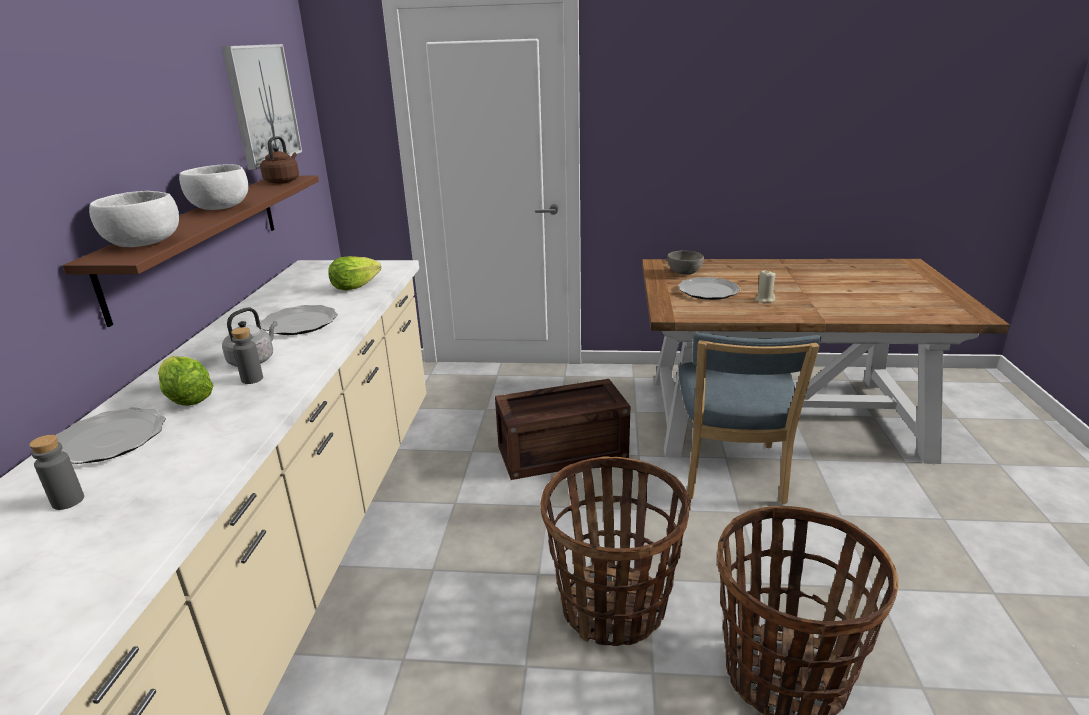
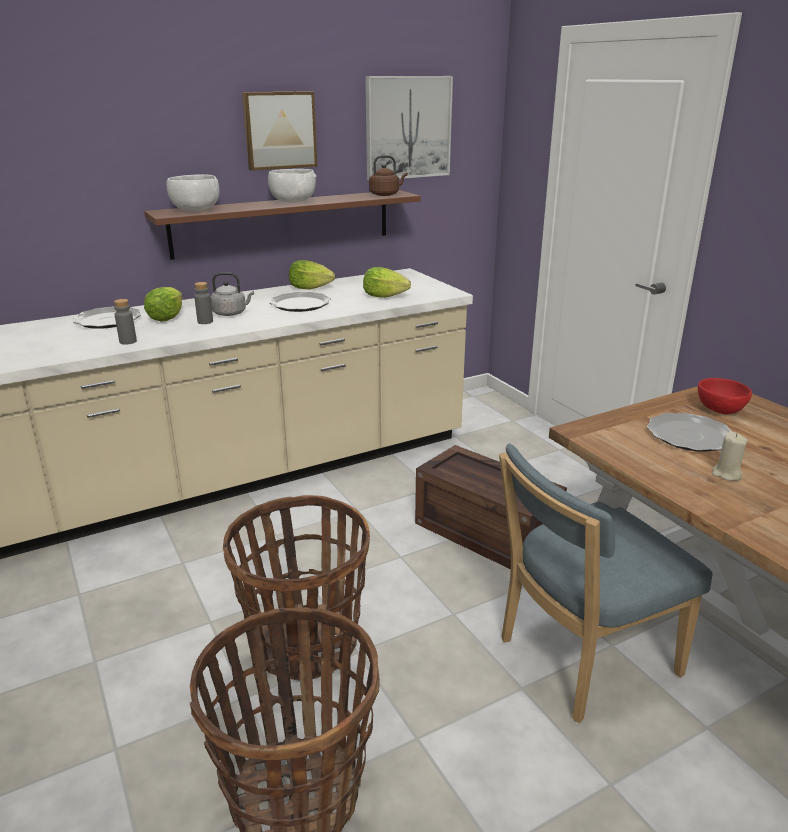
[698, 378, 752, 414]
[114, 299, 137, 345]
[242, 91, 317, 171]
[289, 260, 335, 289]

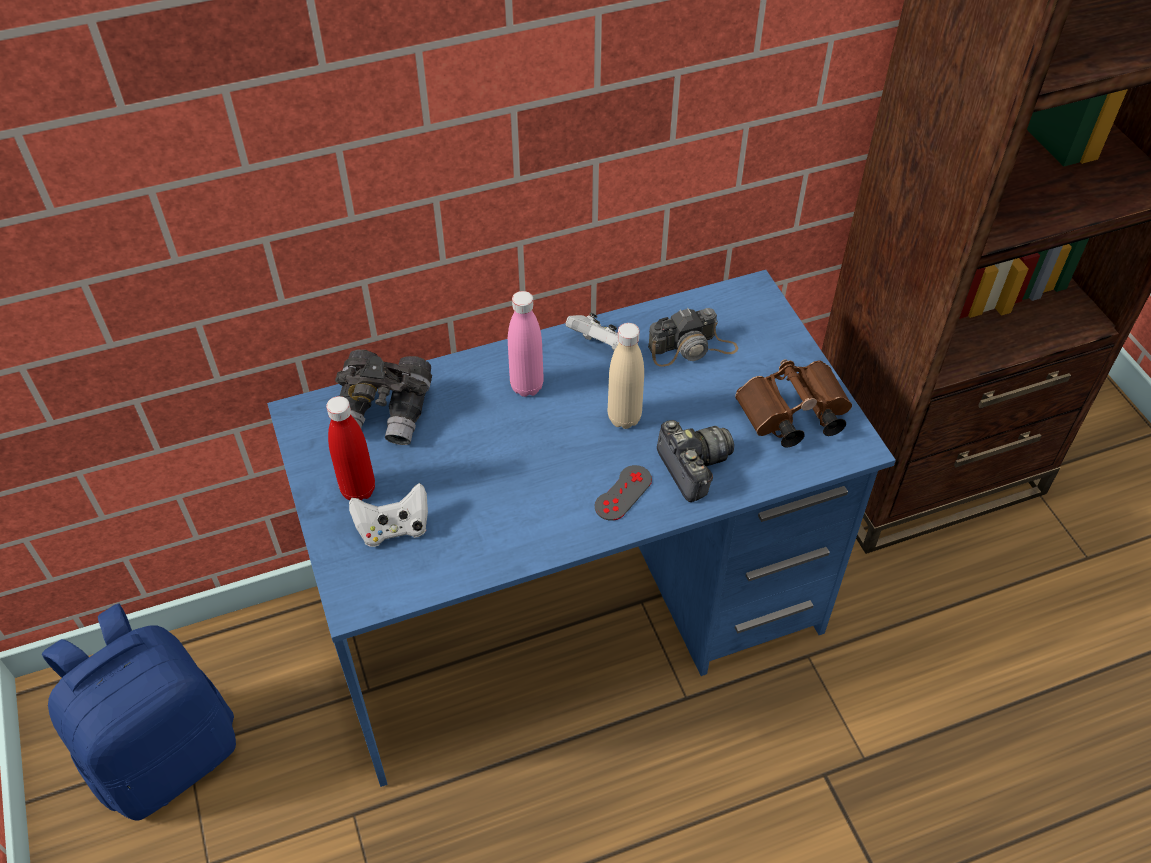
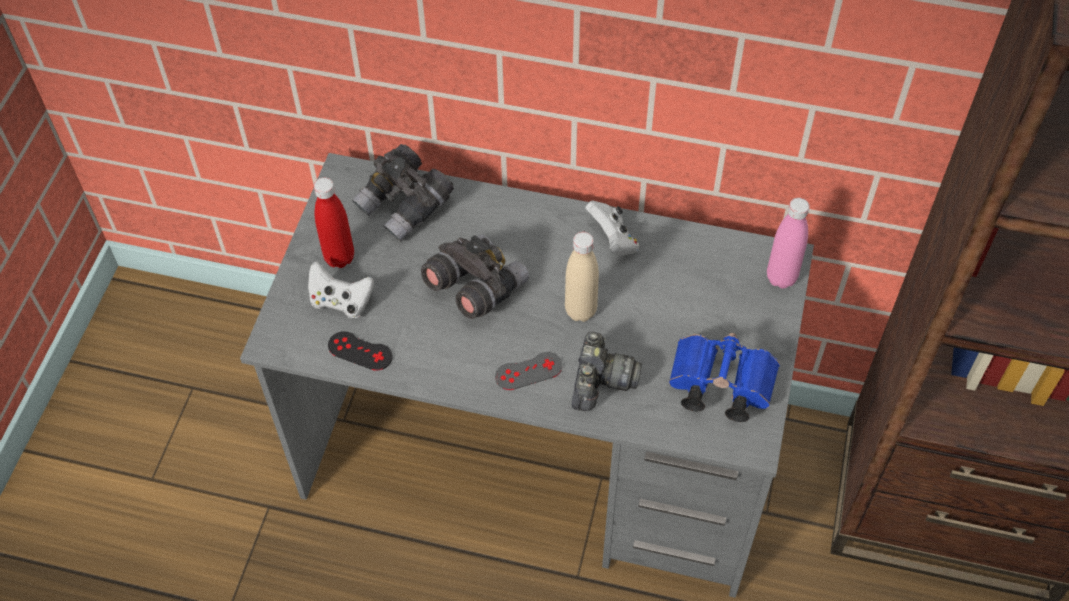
[240, 153, 814, 598]
[767, 198, 810, 288]
[648, 308, 739, 367] (first image)
[669, 333, 780, 422]
[42, 603, 236, 821] (first image)
[421, 235, 529, 319]
[328, 331, 393, 371]

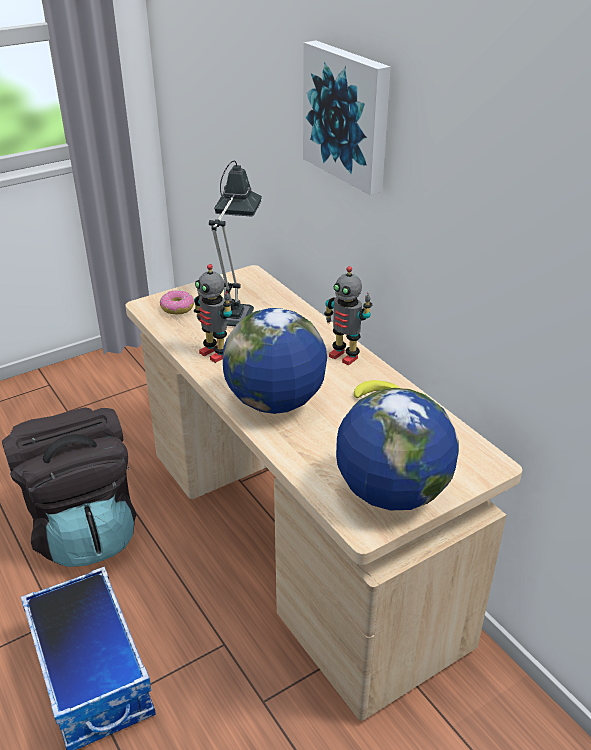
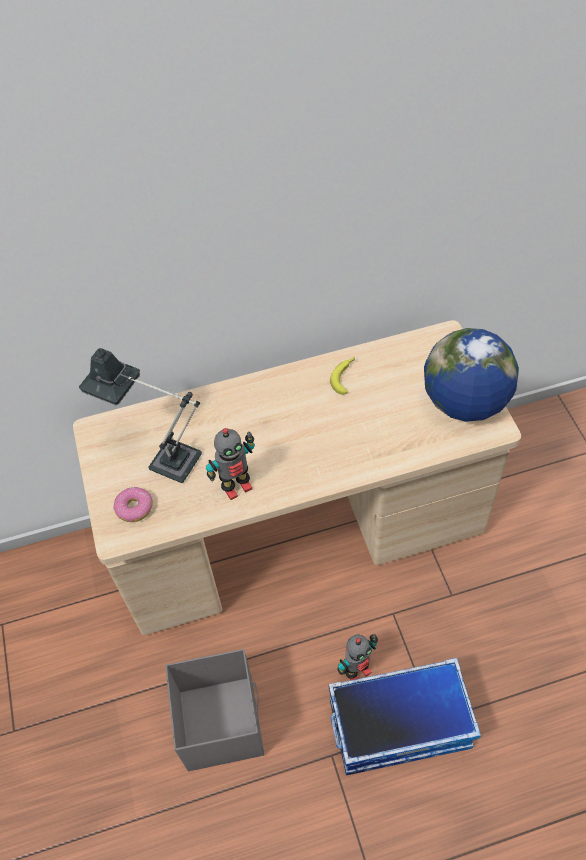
[303, 41, 390, 195] (first image)
[338, 634, 378, 680]
[223, 308, 327, 414] (first image)
[165, 649, 264, 771]

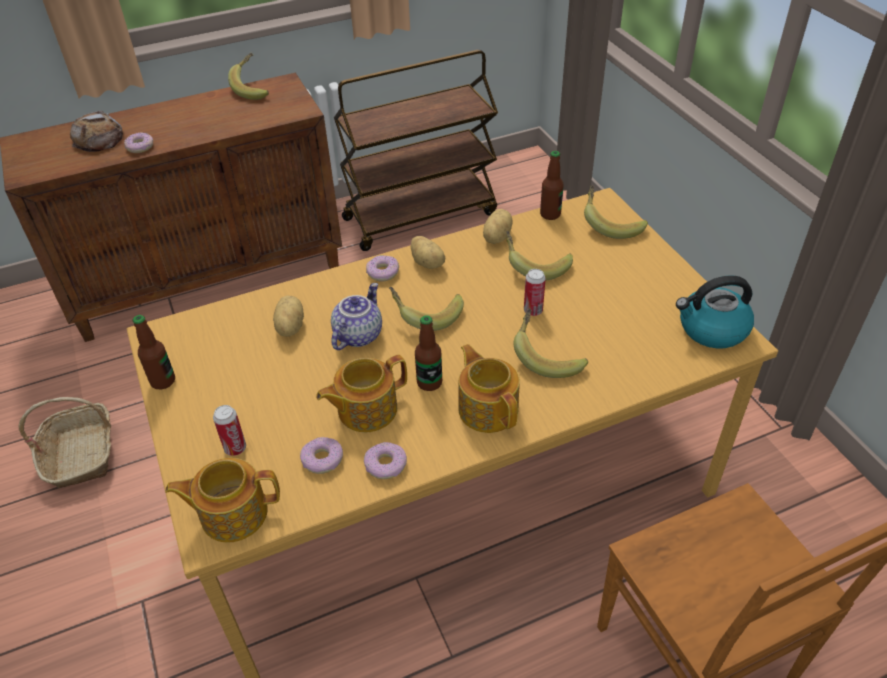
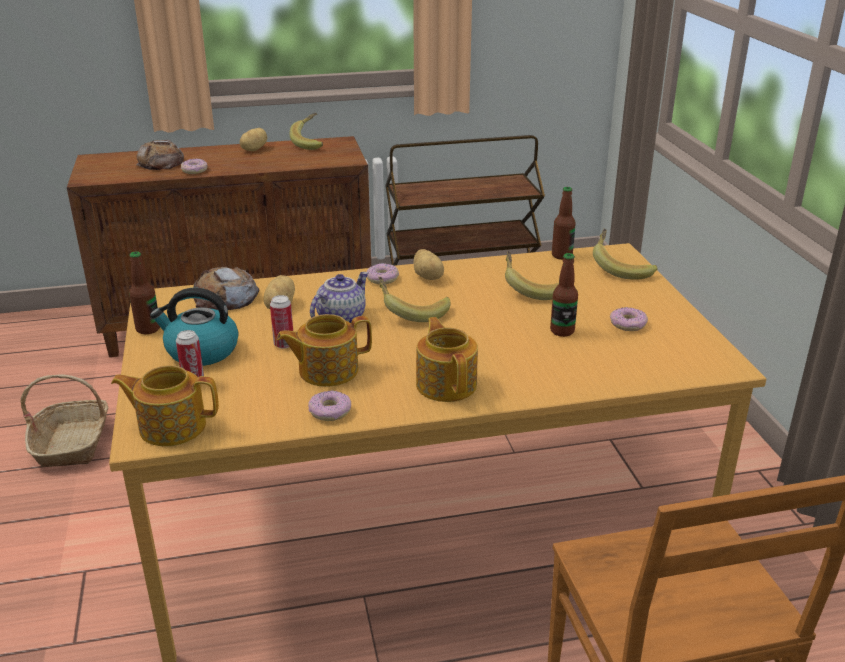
[240, 128, 267, 151]
[270, 295, 293, 349]
[150, 288, 239, 366]
[513, 308, 588, 378] (first image)
[550, 253, 578, 337]
[610, 307, 648, 331]
[193, 267, 259, 310]

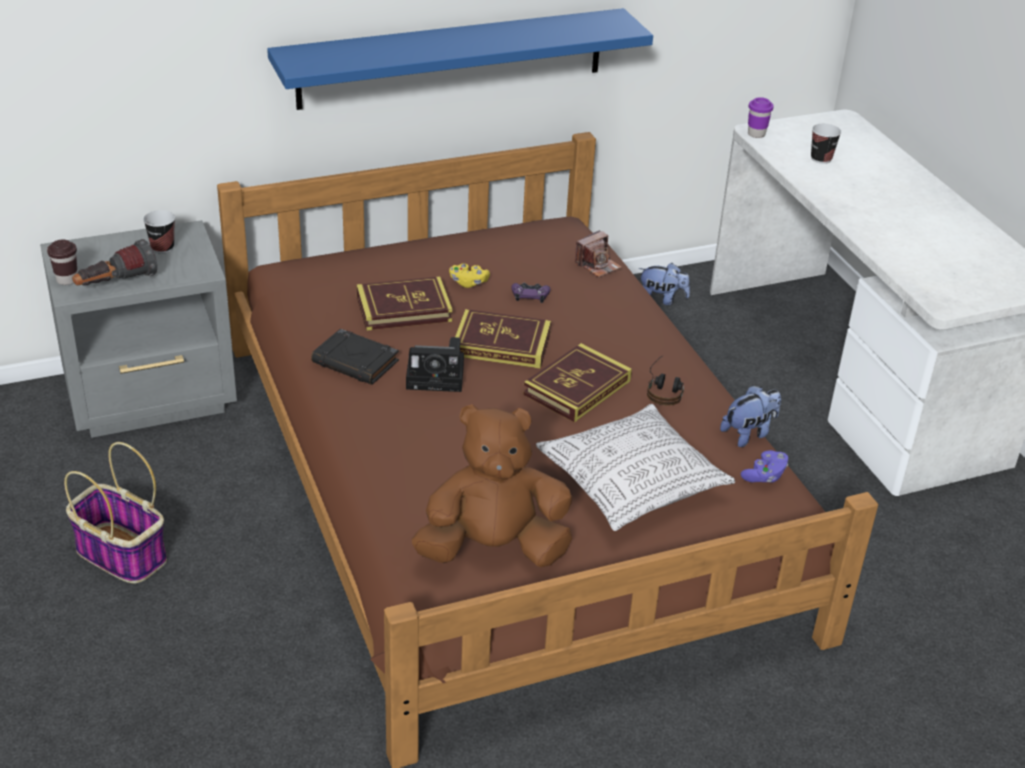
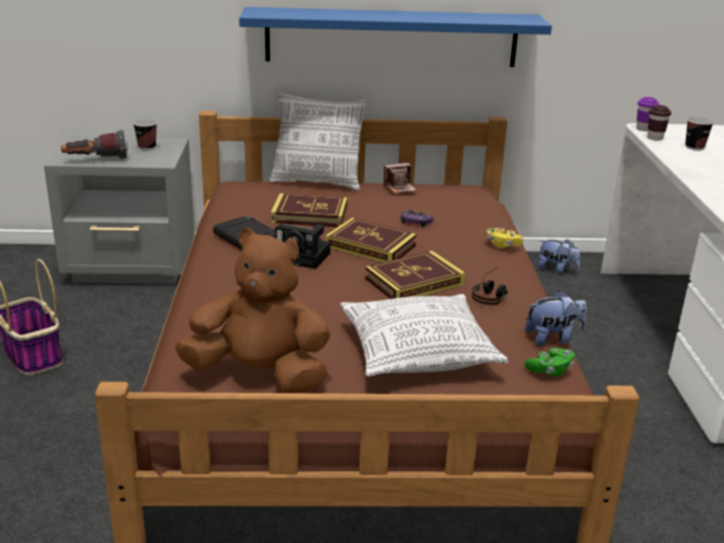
[383, 162, 417, 193]
[647, 105, 671, 140]
[487, 228, 523, 248]
[524, 348, 575, 377]
[270, 91, 367, 191]

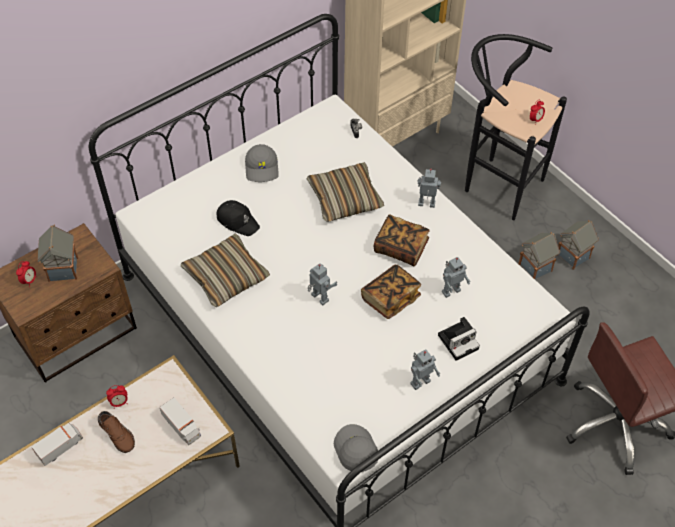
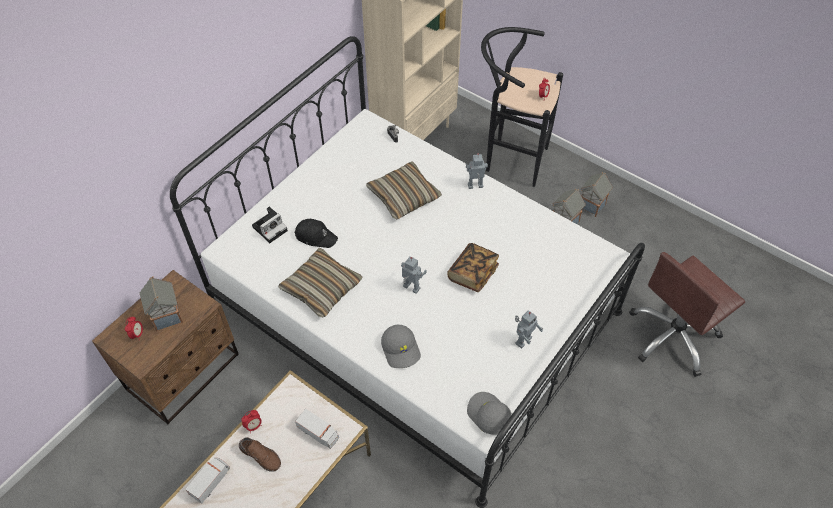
[381, 325, 421, 368]
[374, 215, 430, 266] (first image)
[442, 257, 471, 298] (first image)
[252, 207, 288, 243]

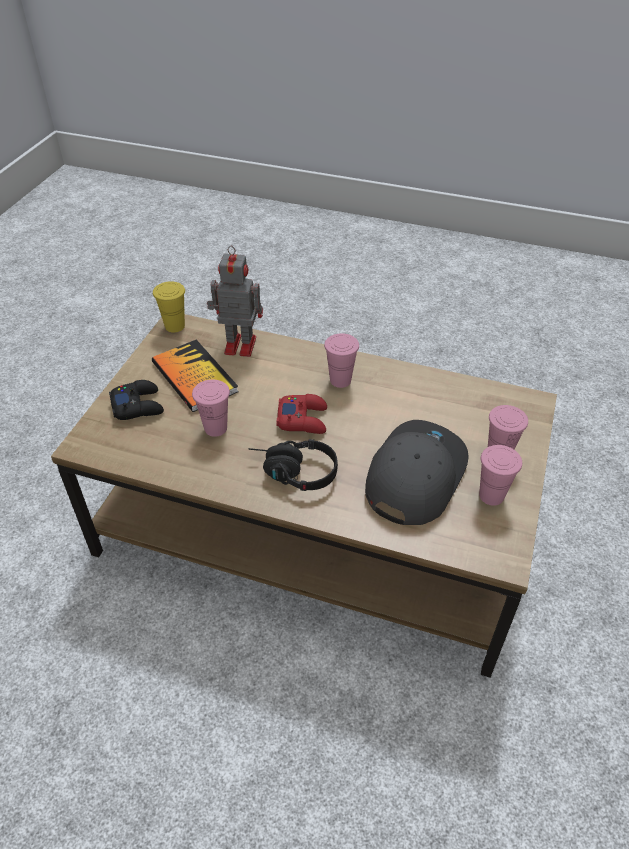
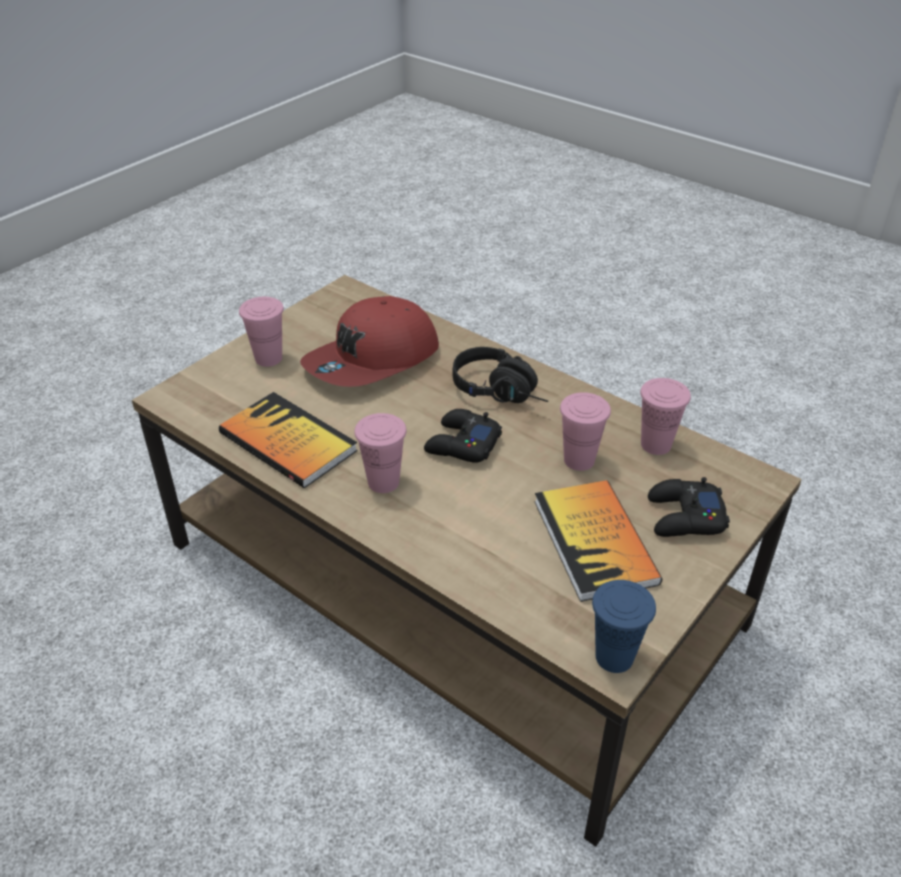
[207, 246, 263, 357] (first image)
[592, 580, 656, 673]
[424, 409, 502, 463]
[300, 296, 439, 387]
[640, 378, 691, 455]
[219, 392, 358, 488]

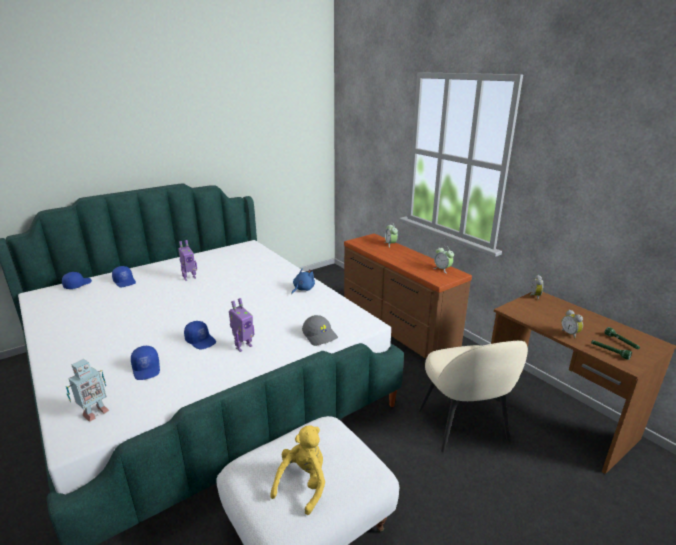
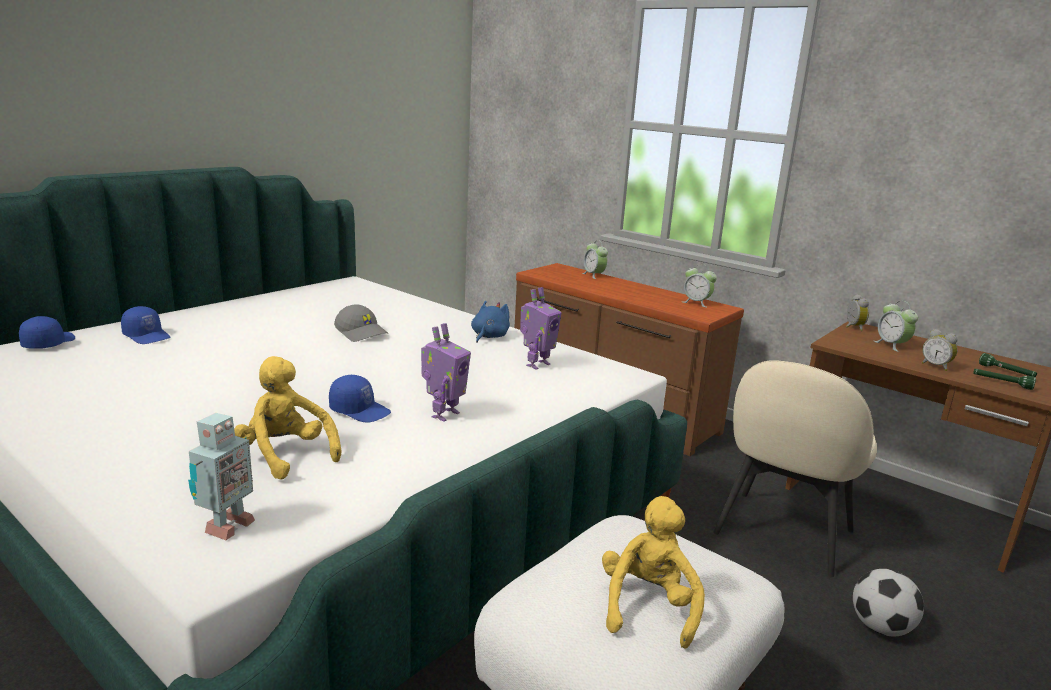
[520, 287, 561, 370]
[334, 304, 388, 342]
[713, 360, 877, 577]
[234, 356, 341, 480]
[874, 301, 918, 352]
[853, 569, 924, 636]

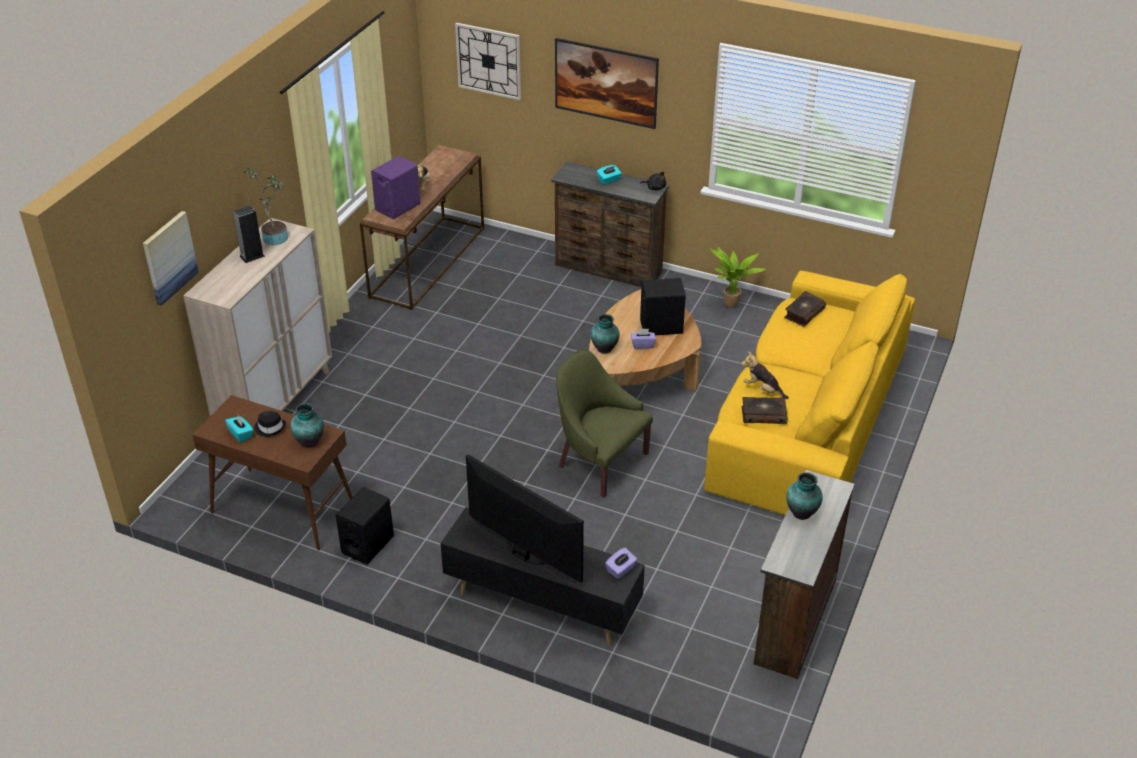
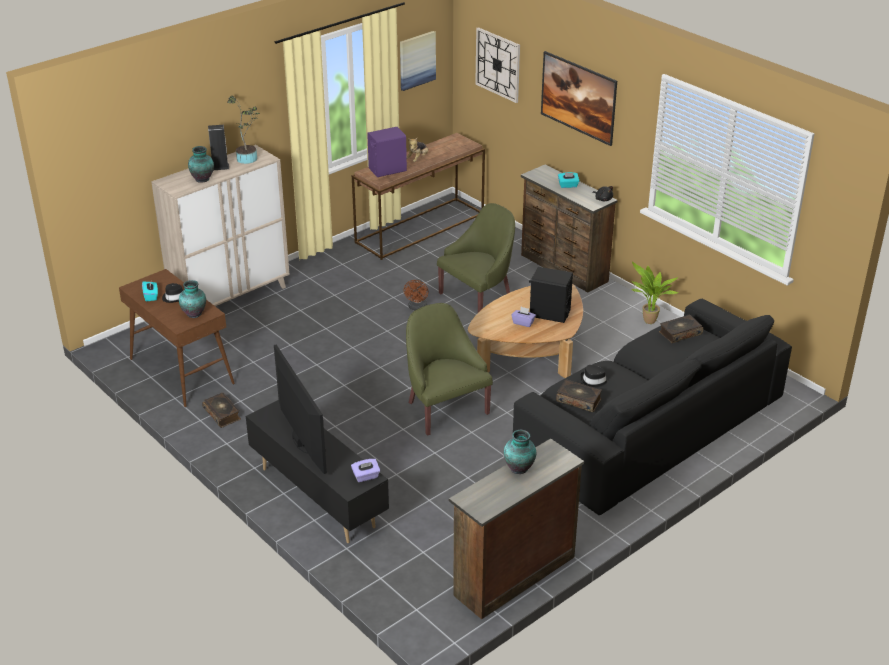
[400, 31, 436, 91]
[513, 299, 792, 515]
[188, 146, 214, 183]
[580, 365, 609, 388]
[202, 393, 241, 428]
[437, 203, 515, 312]
[404, 279, 428, 311]

